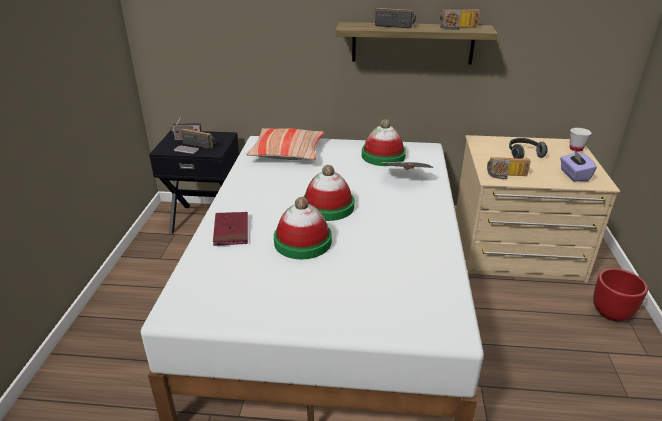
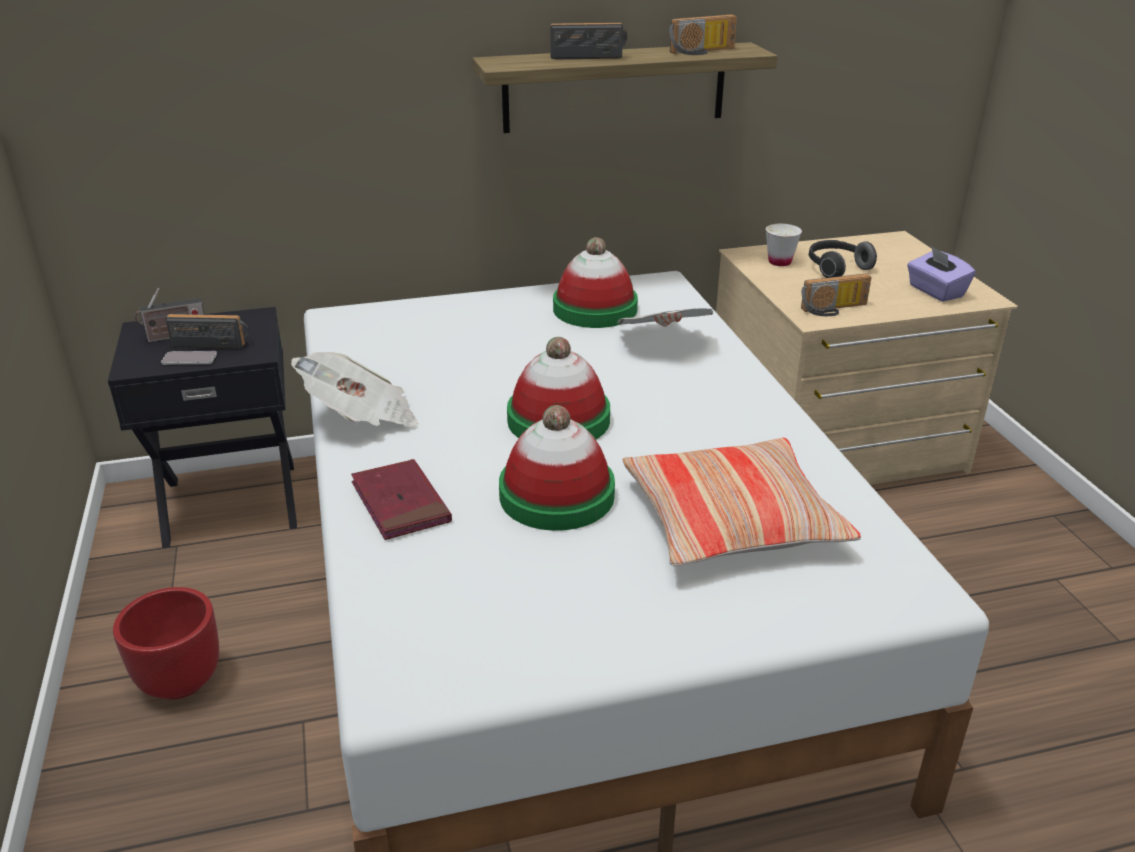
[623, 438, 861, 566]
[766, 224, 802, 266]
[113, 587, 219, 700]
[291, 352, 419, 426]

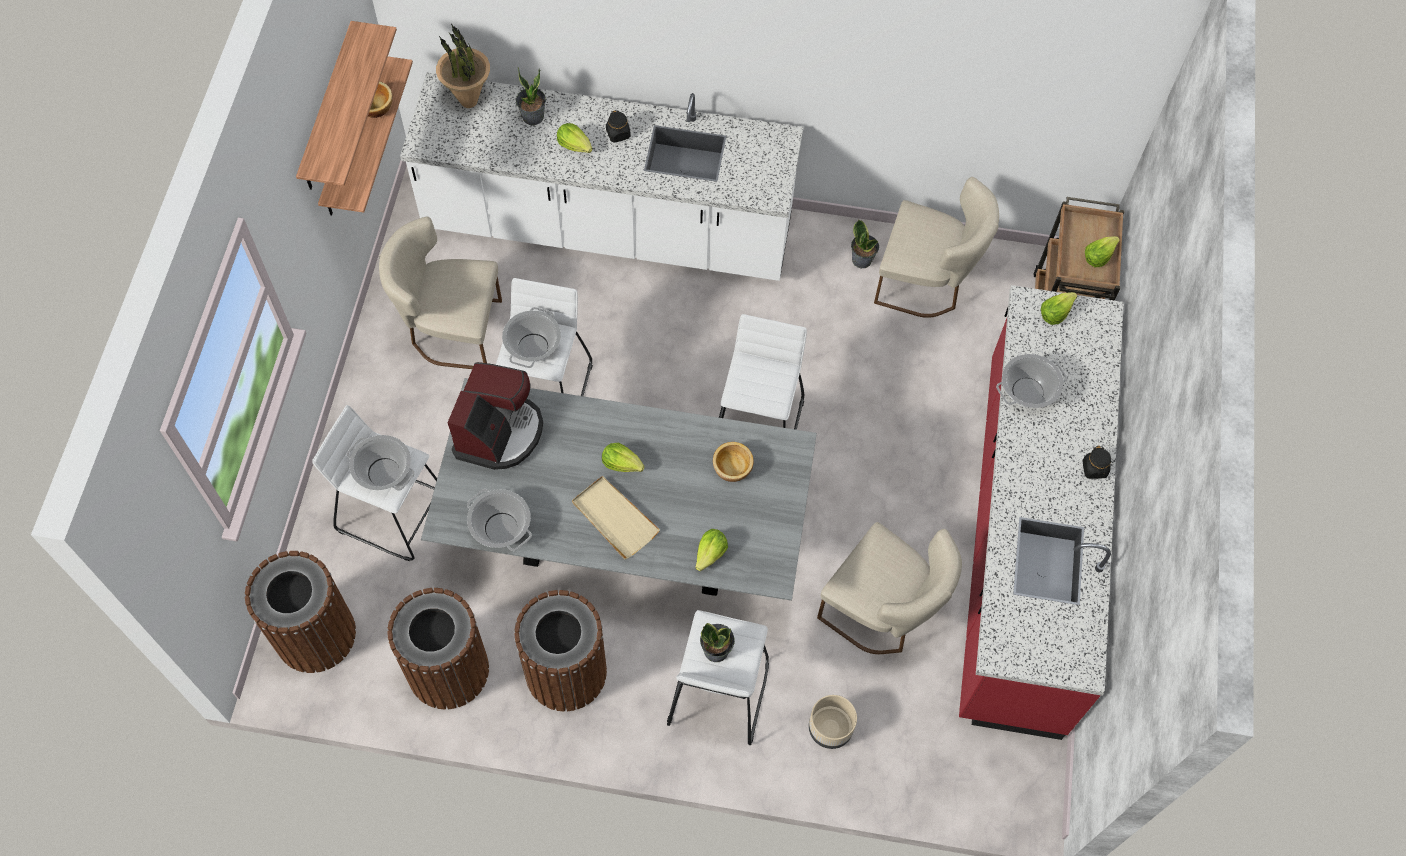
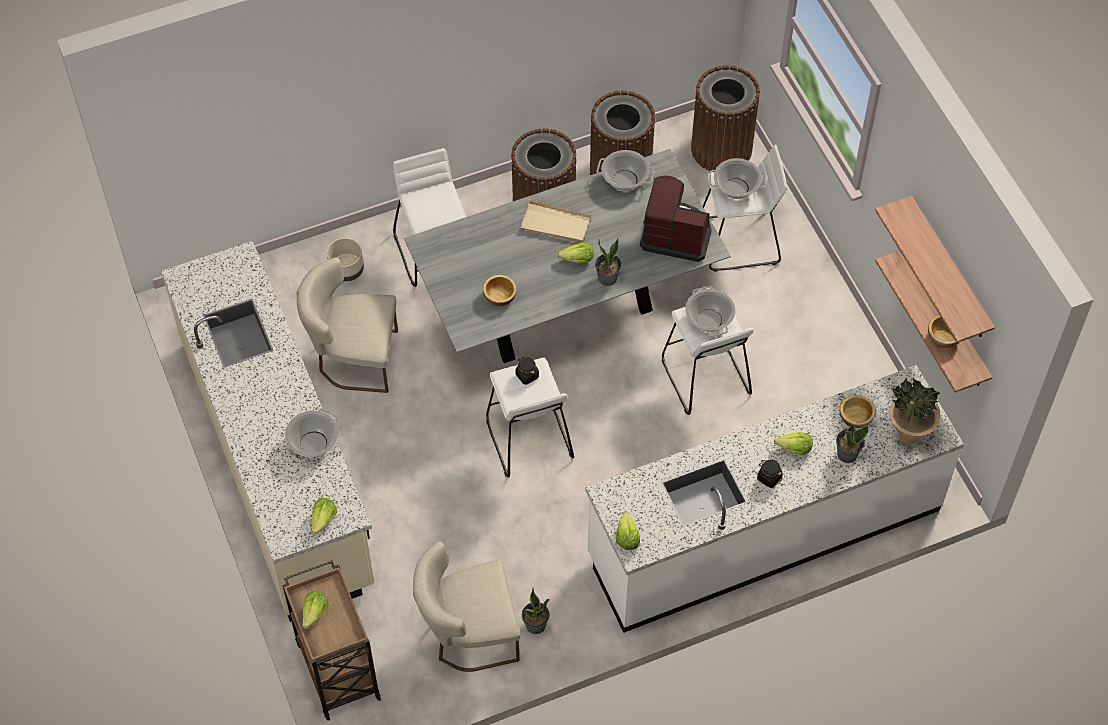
[379, 217, 502, 369] (first image)
[161, 241, 374, 622]
[640, 176, 712, 262]
[515, 357, 539, 385]
[616, 512, 640, 550]
[595, 238, 622, 286]
[840, 395, 876, 428]

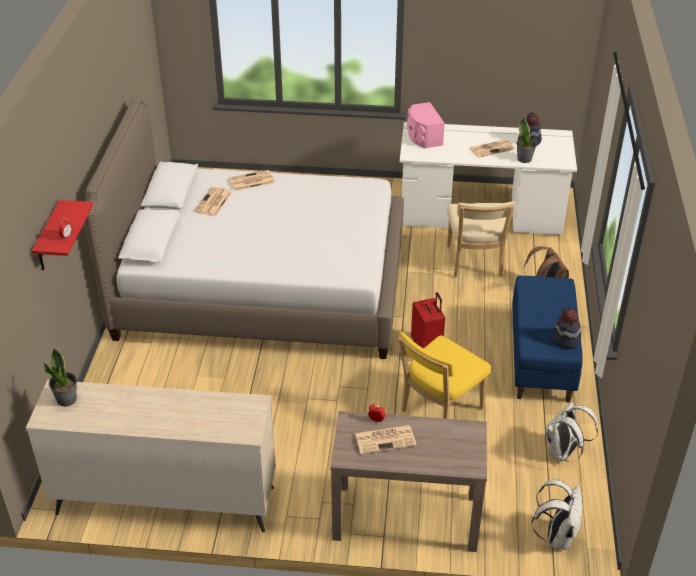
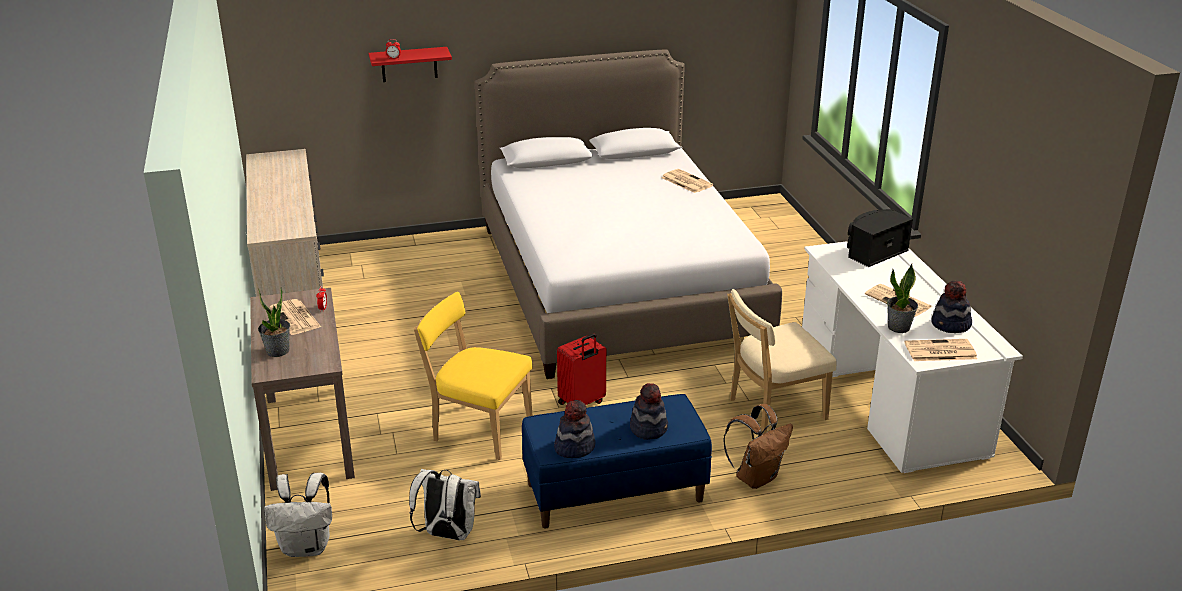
[847, 209, 913, 267]
[904, 339, 977, 361]
[258, 287, 290, 357]
[630, 383, 668, 440]

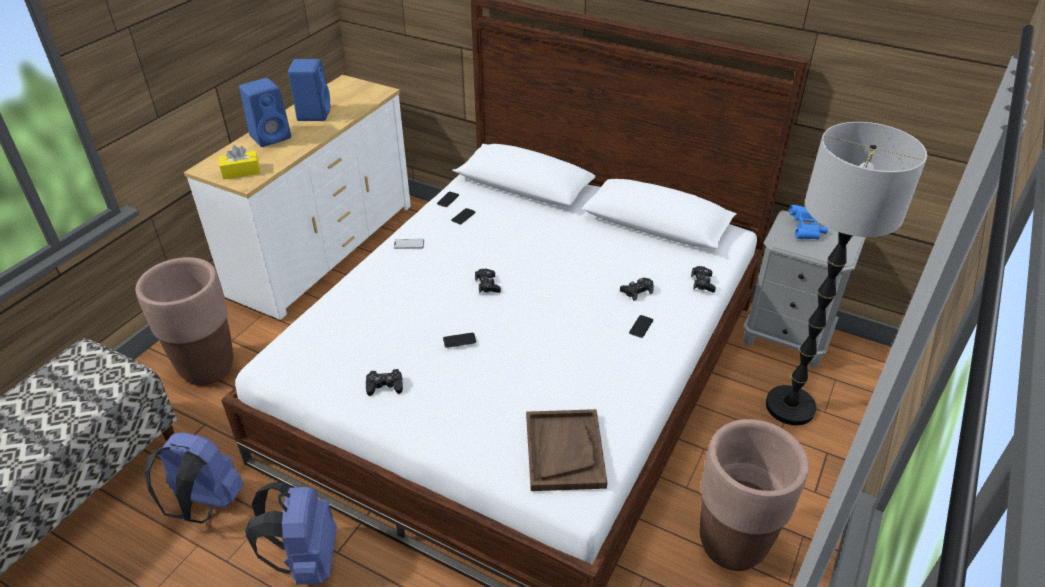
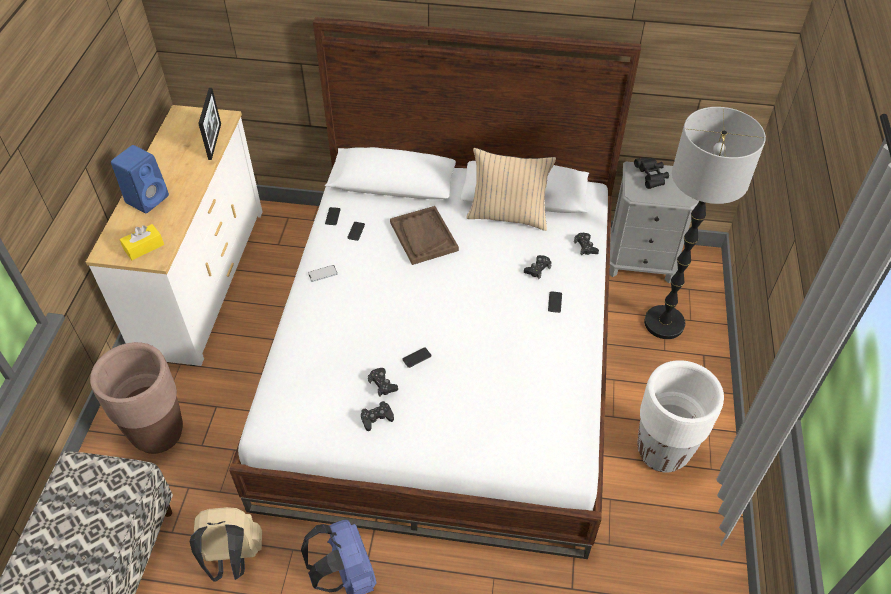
[288, 59, 331, 121] (first image)
[634, 158, 669, 189]
[368, 368, 398, 396]
[390, 206, 459, 265]
[637, 360, 724, 473]
[190, 507, 262, 582]
[198, 88, 221, 160]
[466, 148, 556, 231]

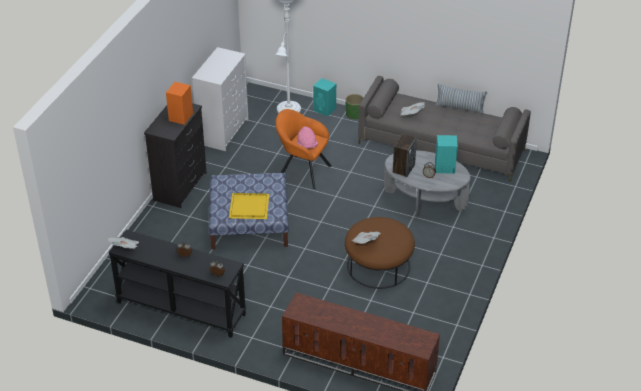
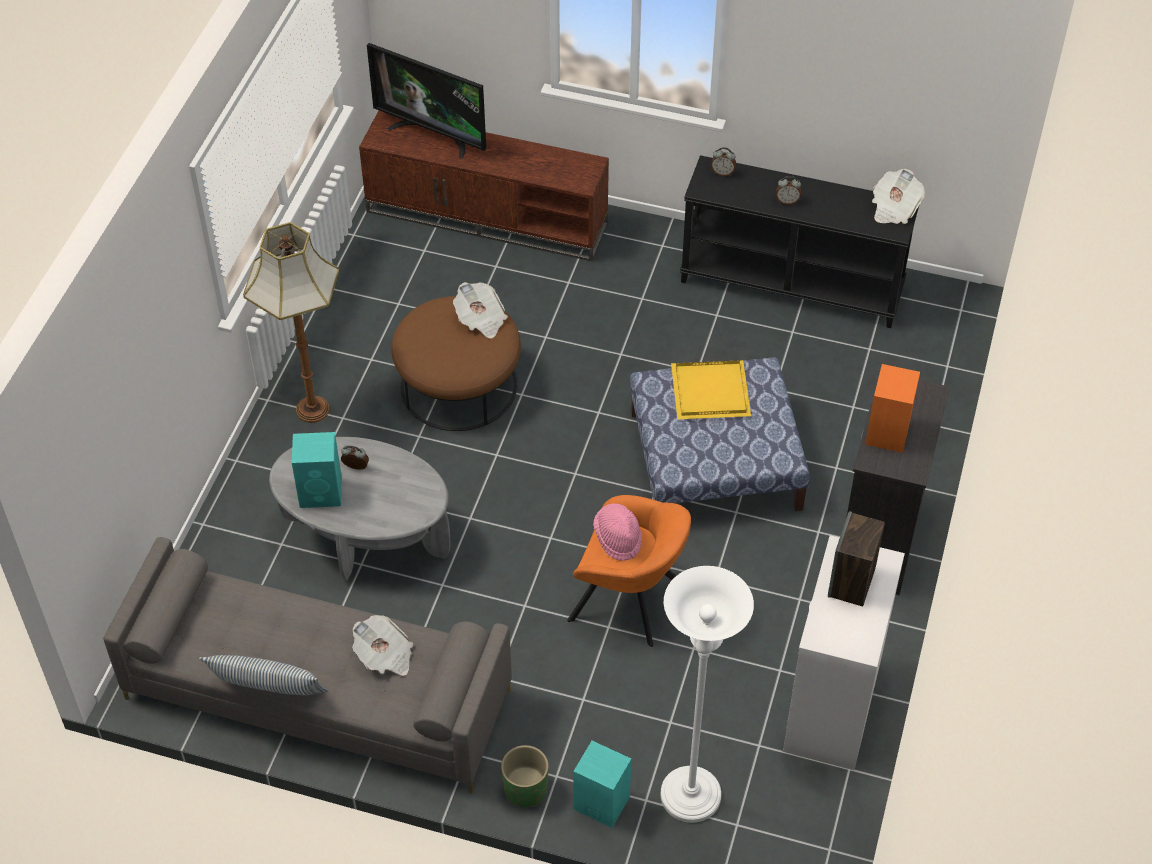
[828, 511, 885, 606]
[367, 43, 486, 159]
[243, 222, 339, 423]

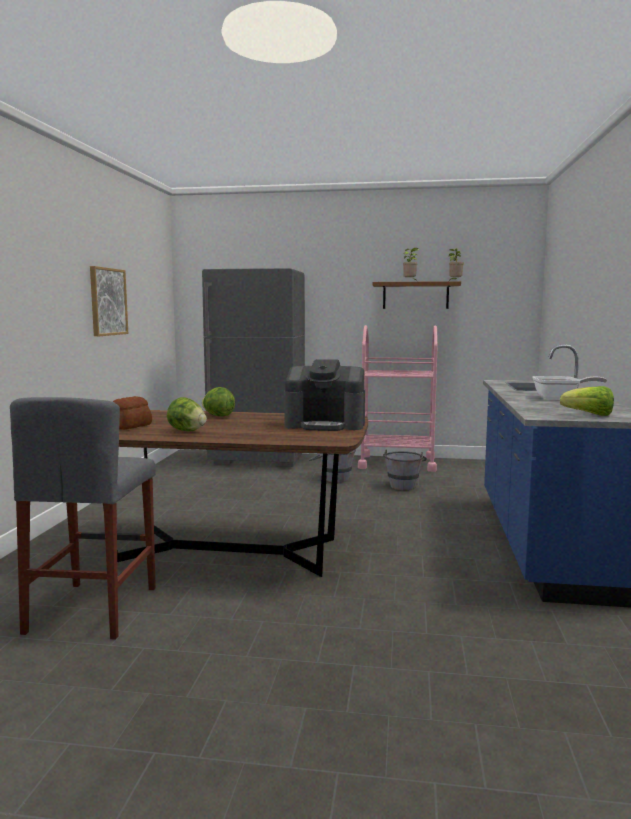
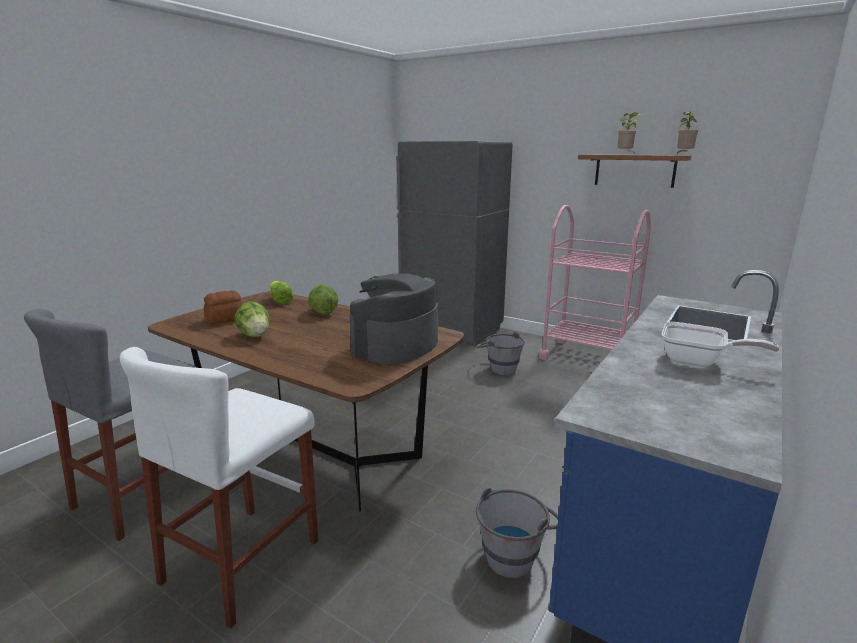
[90, 266, 128, 337] (first image)
[349, 273, 438, 365]
[269, 281, 293, 304]
[476, 488, 559, 578]
[120, 347, 318, 628]

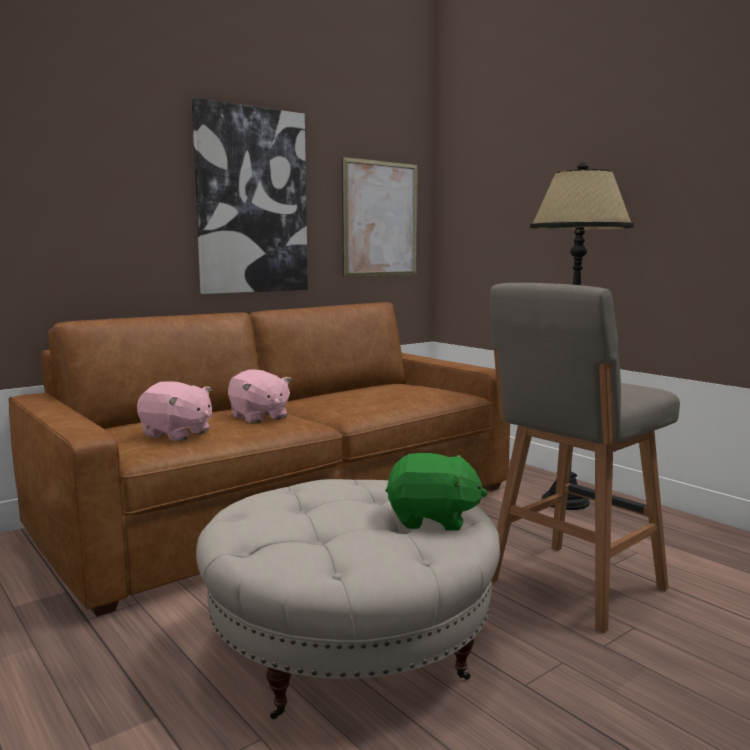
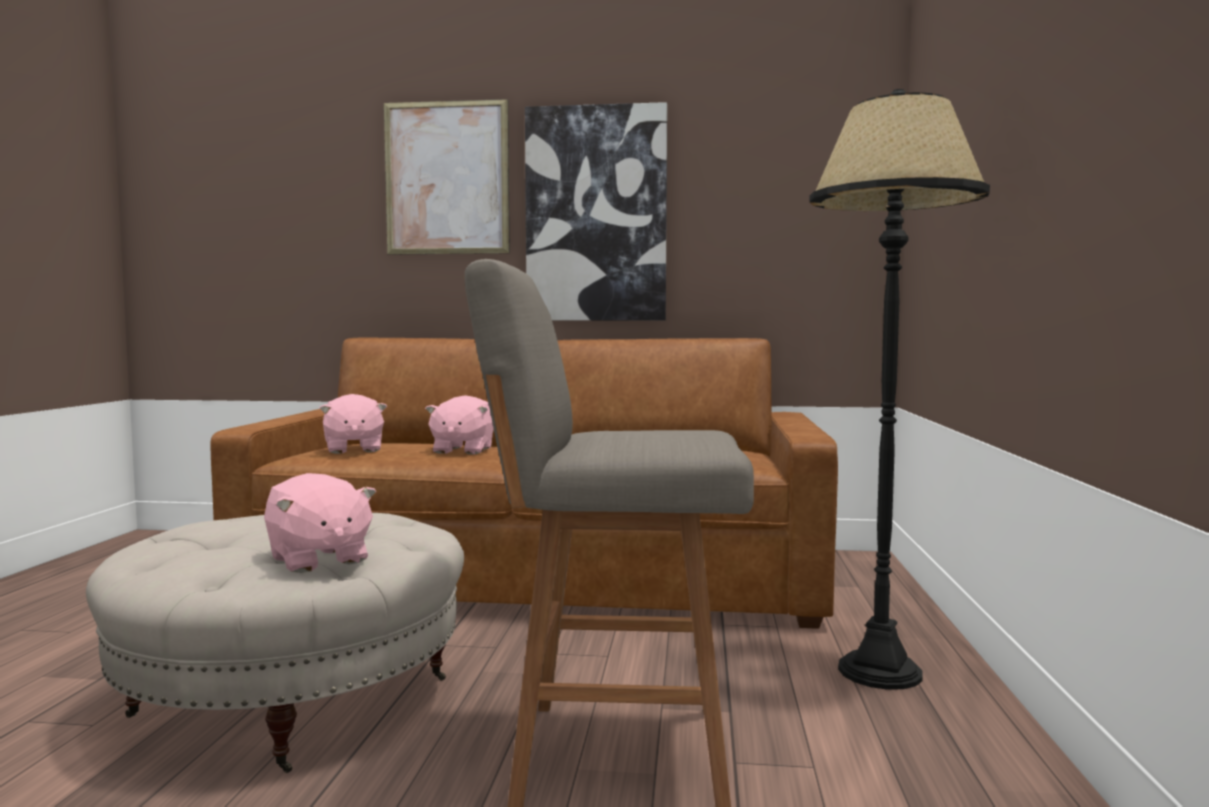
[384, 99, 510, 255]
[264, 473, 377, 573]

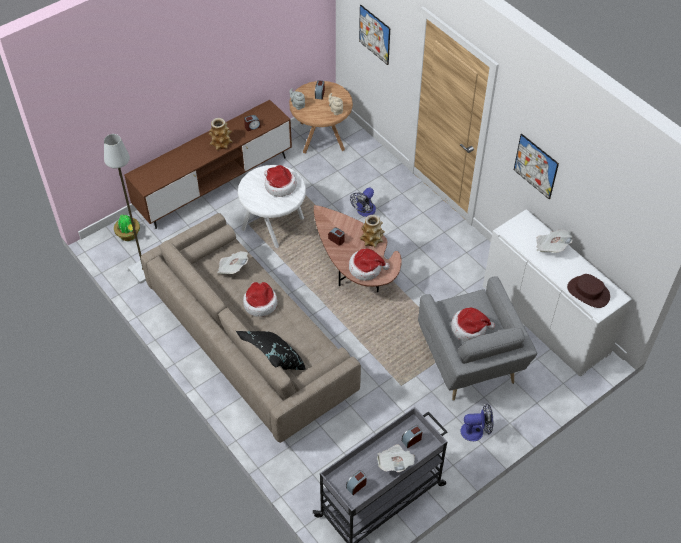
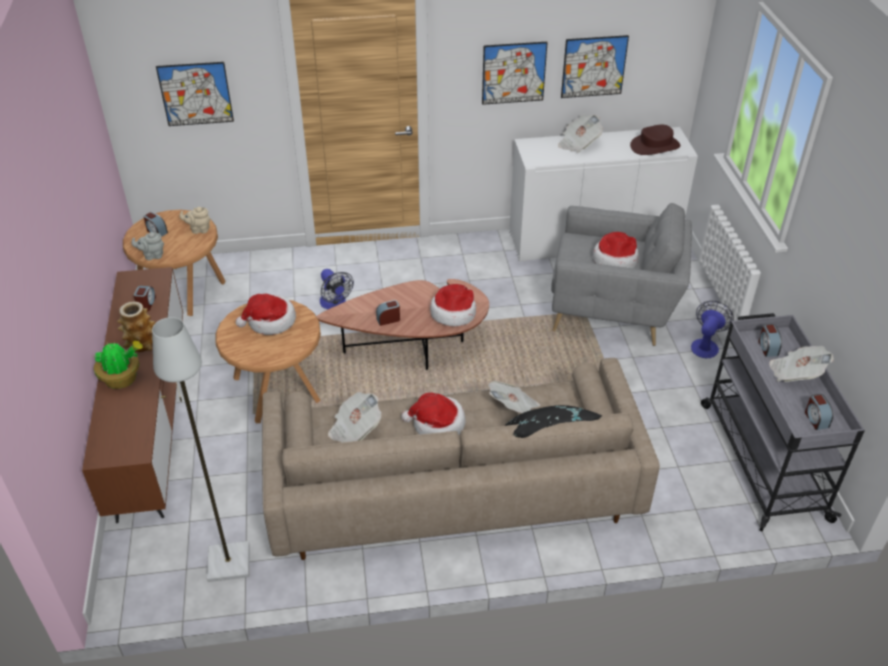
[216, 300, 321, 423]
[92, 341, 143, 389]
[360, 215, 385, 247] (first image)
[561, 35, 629, 98]
[488, 381, 541, 413]

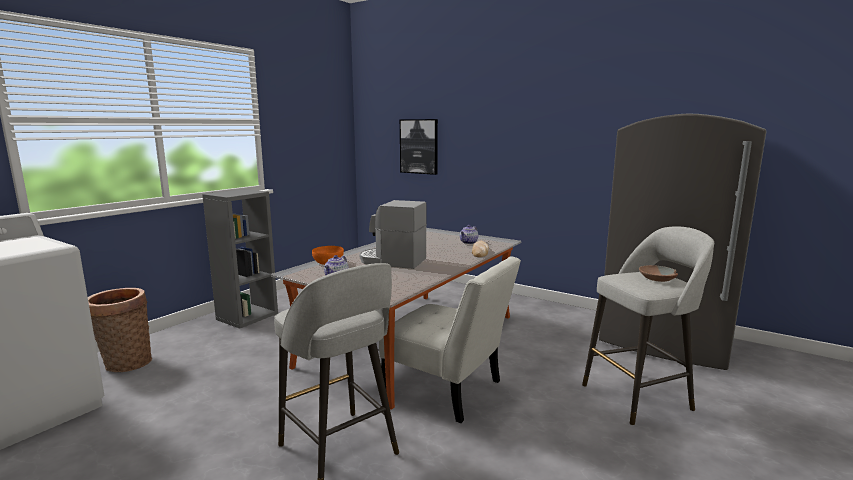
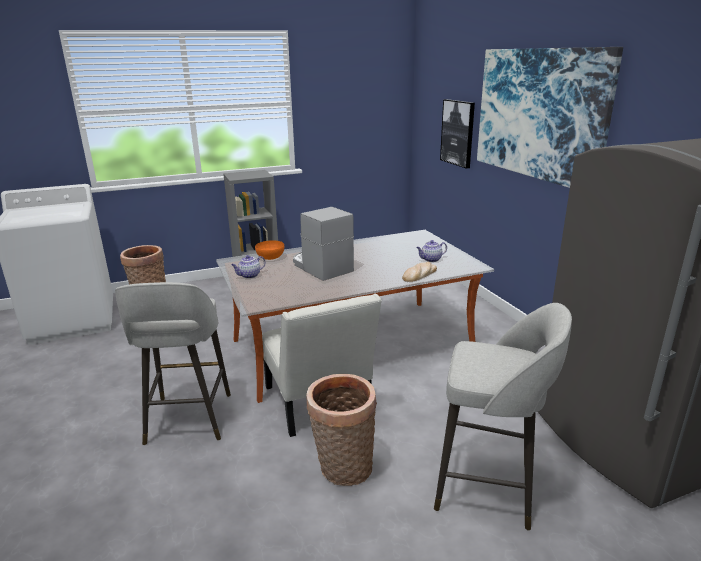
[639, 265, 678, 282] (first image)
[477, 47, 623, 188]
[306, 374, 377, 486]

